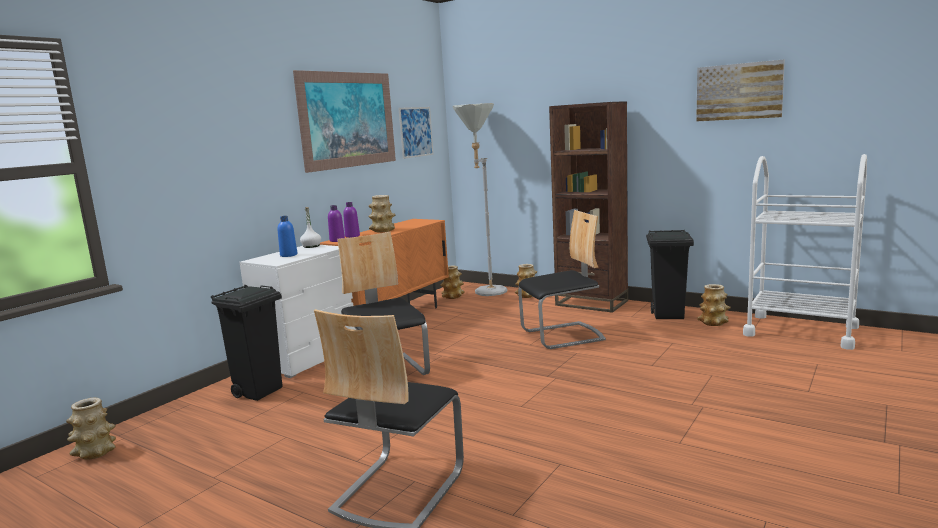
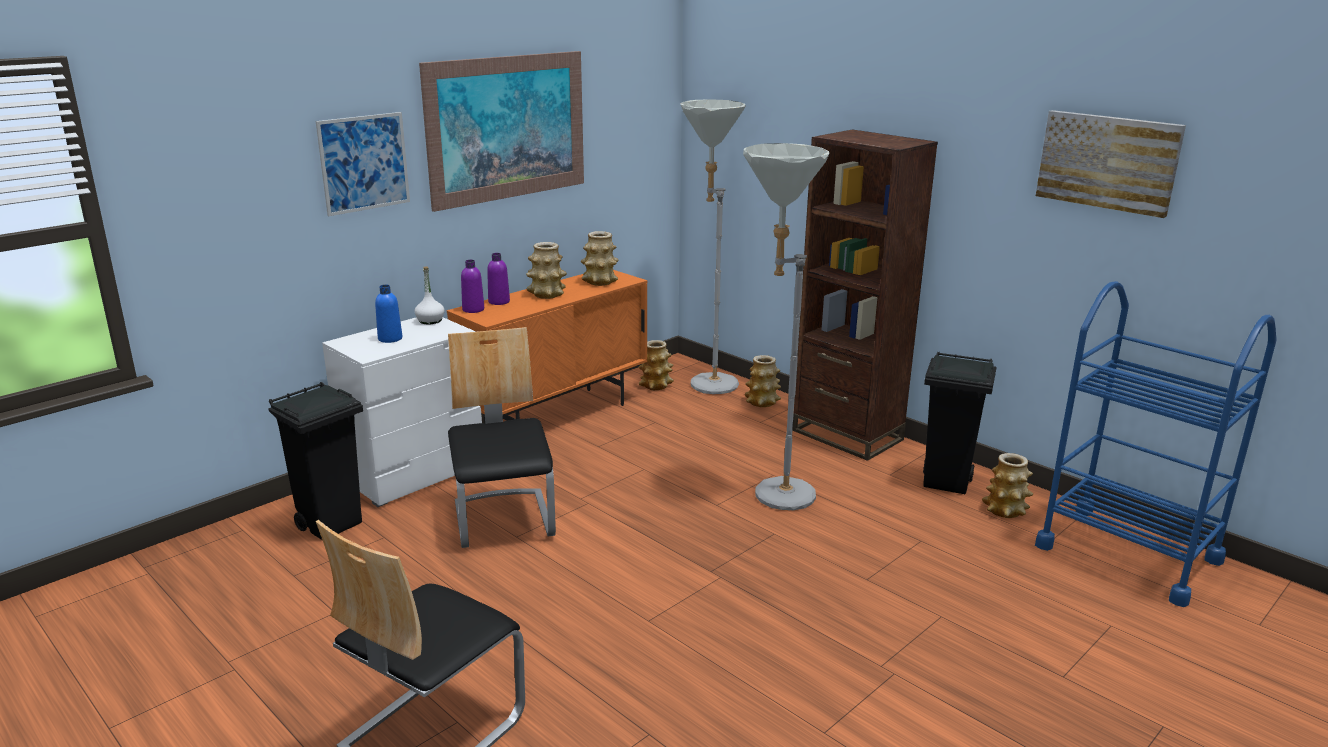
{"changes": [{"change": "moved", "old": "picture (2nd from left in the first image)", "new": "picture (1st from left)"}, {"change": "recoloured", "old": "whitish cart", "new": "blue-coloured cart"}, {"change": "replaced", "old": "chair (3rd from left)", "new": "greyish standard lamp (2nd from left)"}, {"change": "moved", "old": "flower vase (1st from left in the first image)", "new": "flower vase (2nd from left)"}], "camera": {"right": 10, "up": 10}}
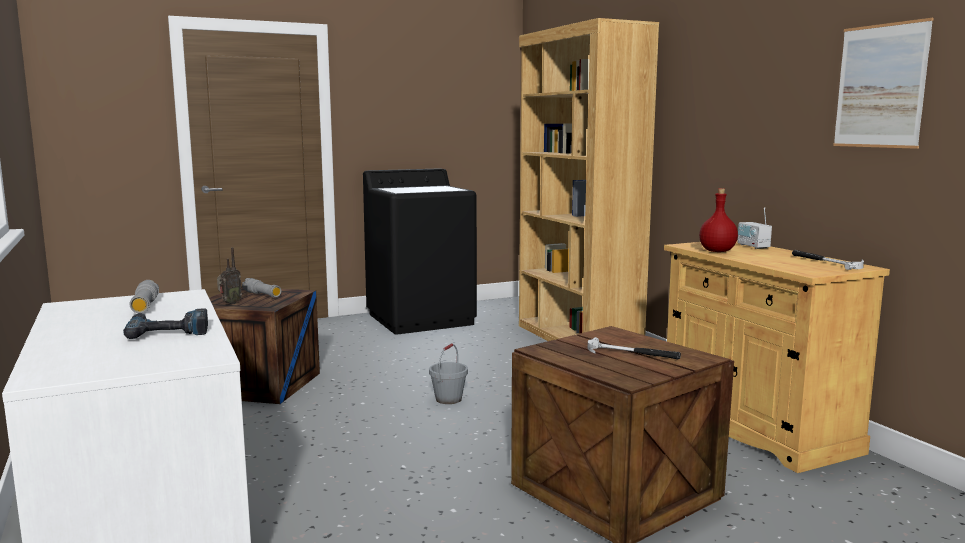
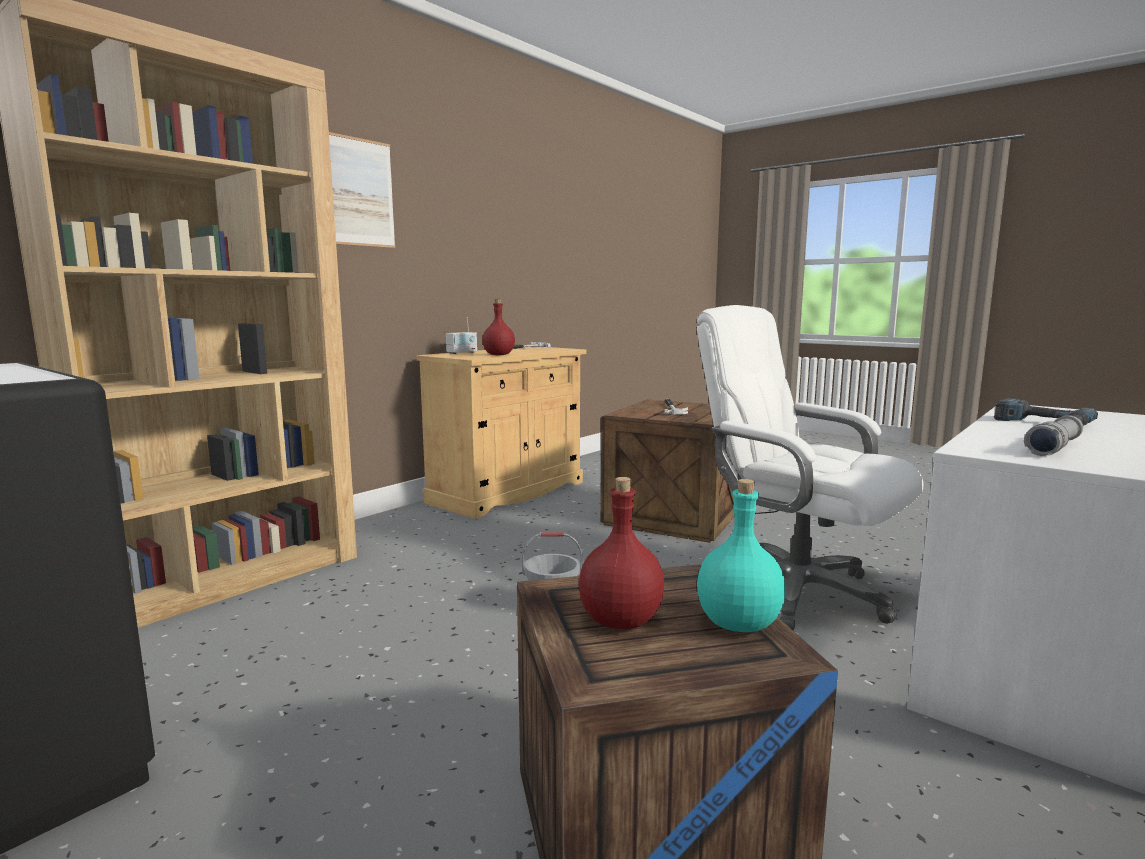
{"changes": [{"change": "moved", "old": "picture"}, {"change": "replaced", "old": "radio set (1st from left)", "new": "turquoise drink bottle"}, {"change": "replaced", "old": "greyish torch (2nd from left)", "new": "red drink bottle (2nd from left)"}, {"change": "added", "new": "whitish computer chair"}], "camera": {"right": -115, "up": 0}}
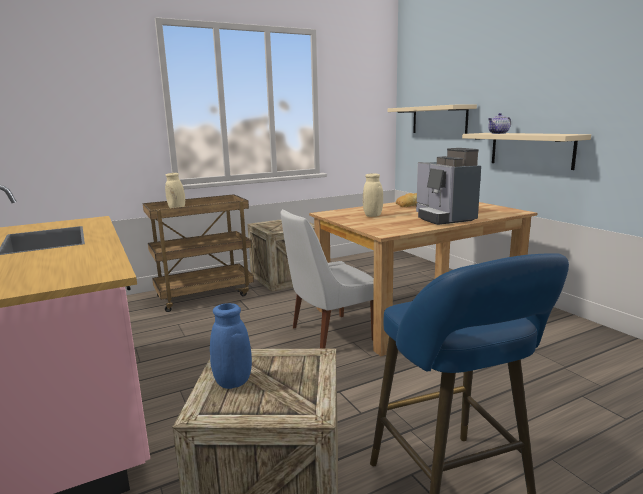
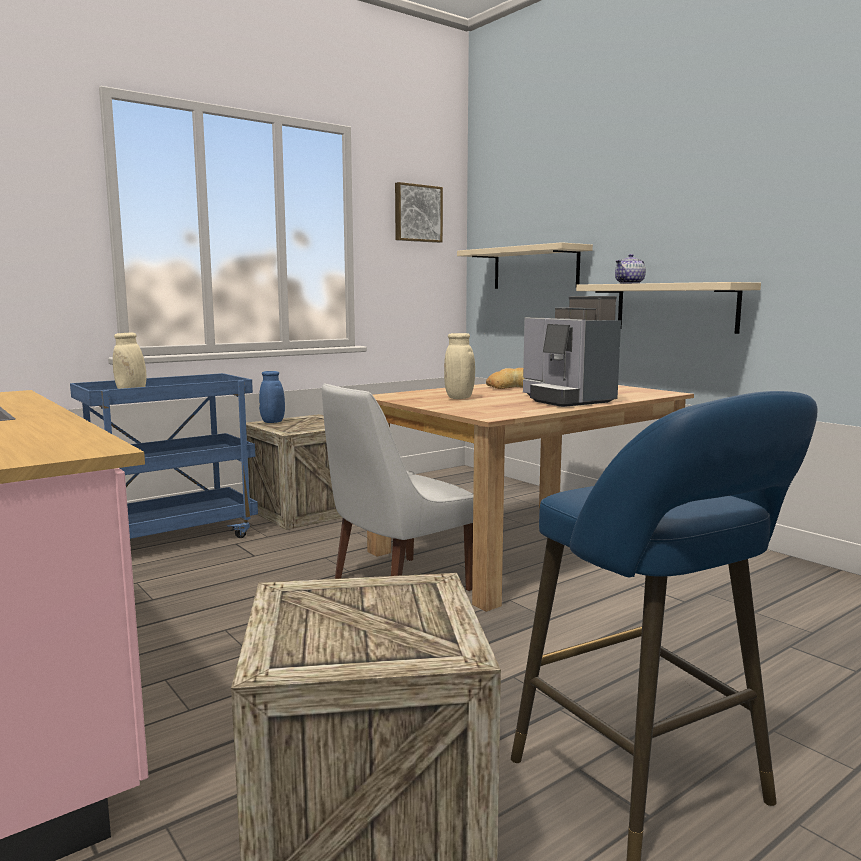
{"changes": [{"change": "recoloured", "old": "brownish cart", "new": "blue-coloured cart"}, {"change": "moved", "old": "blue-coloured flower vase"}, {"change": "added", "new": "picture"}], "camera": {"right": -10, "up": -5}}
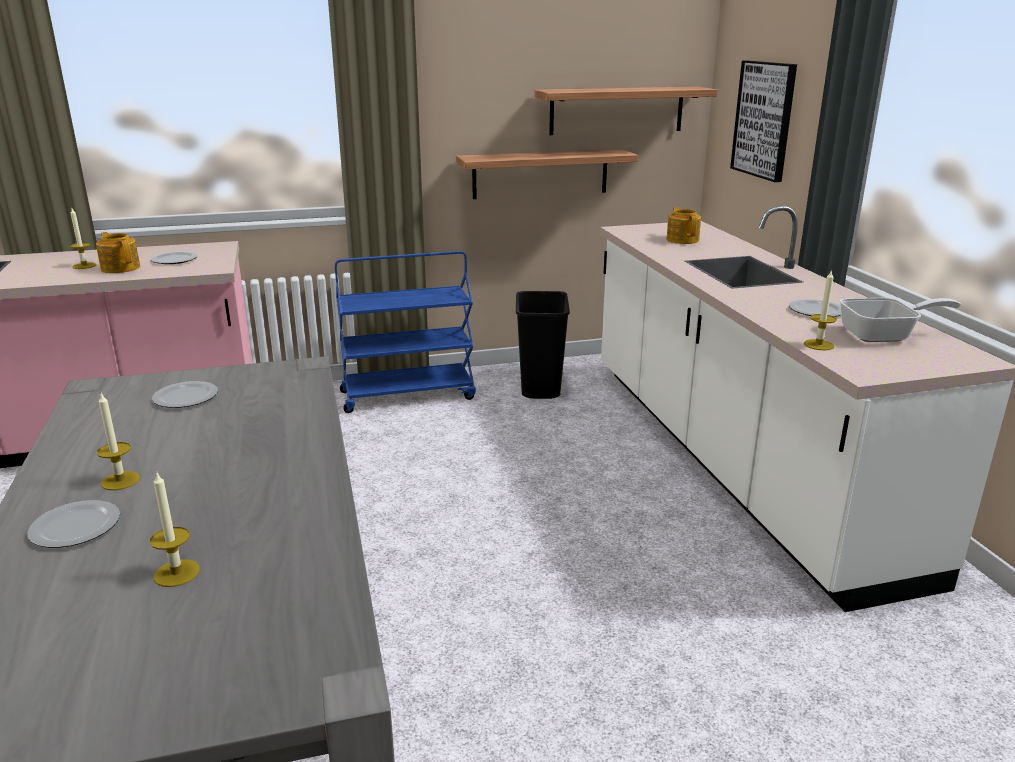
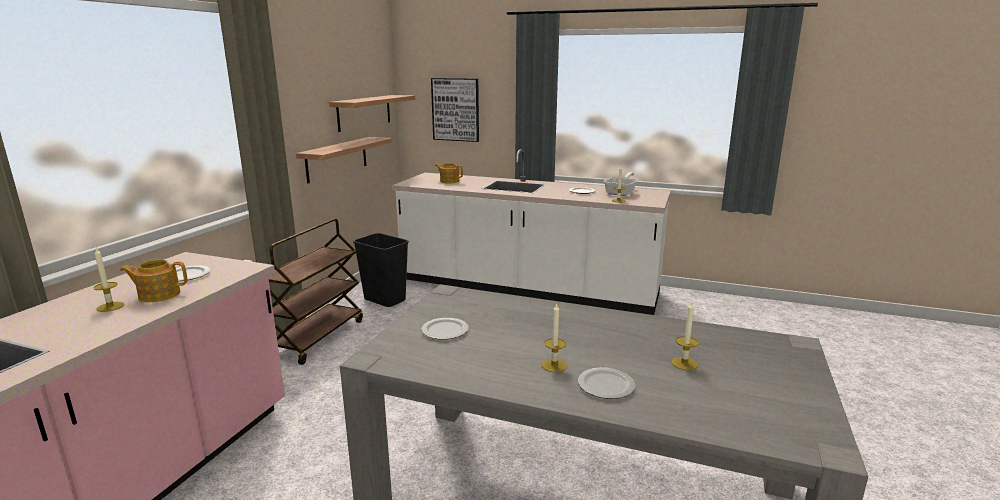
{"changes": [{"change": "recoloured", "old": "blue-coloured cart", "new": "brownish cart"}], "camera": {"right": -55, "up": -5}}
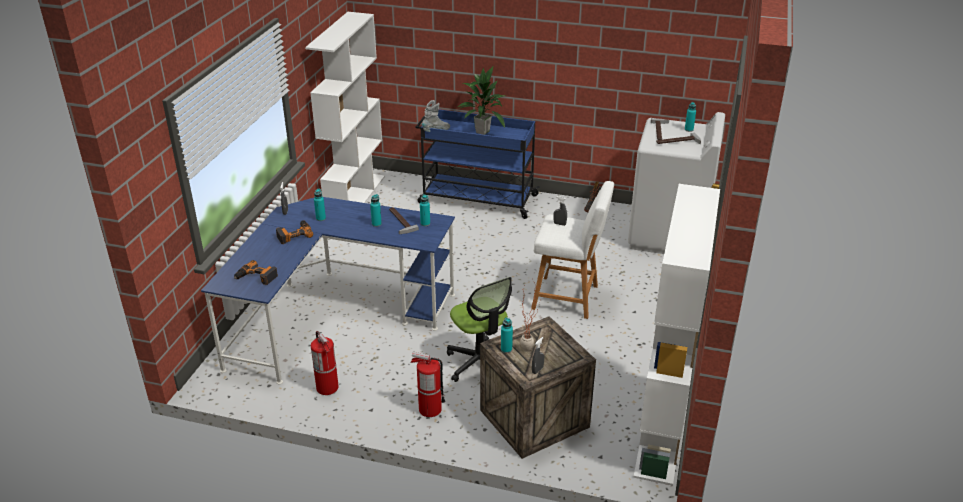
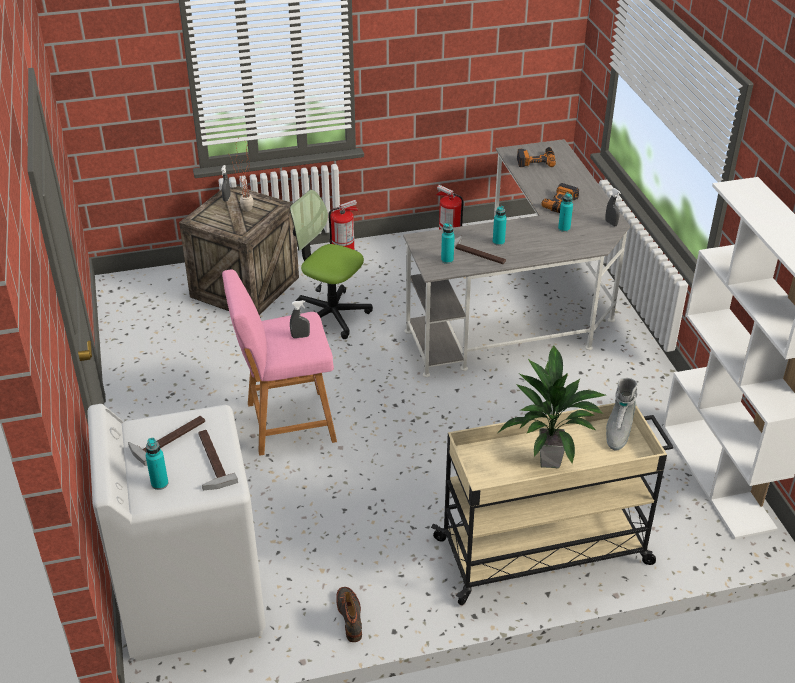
{"changes": [{"change": "recoloured", "old": "blue-coloured cart", "new": "sand-coloured cart"}, {"change": "recoloured", "old": "whitish stool seat", "new": "pink-coloured stool seat"}, {"change": "removed", "old": "whitish bookcase (2nd from left)"}, {"change": "recoloured", "old": "blue-coloured desk table", "new": "greyish desk table"}, {"change": "removed", "old": "turquoise drink bottle (4th from left)"}], "camera": {"right": 150, "up": 5}}
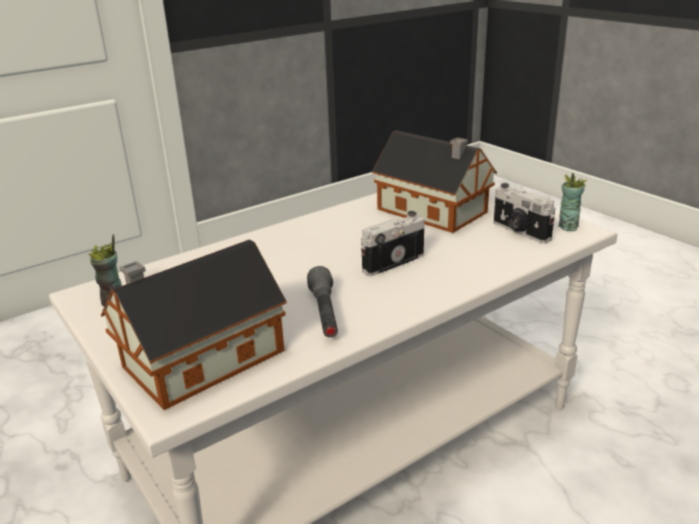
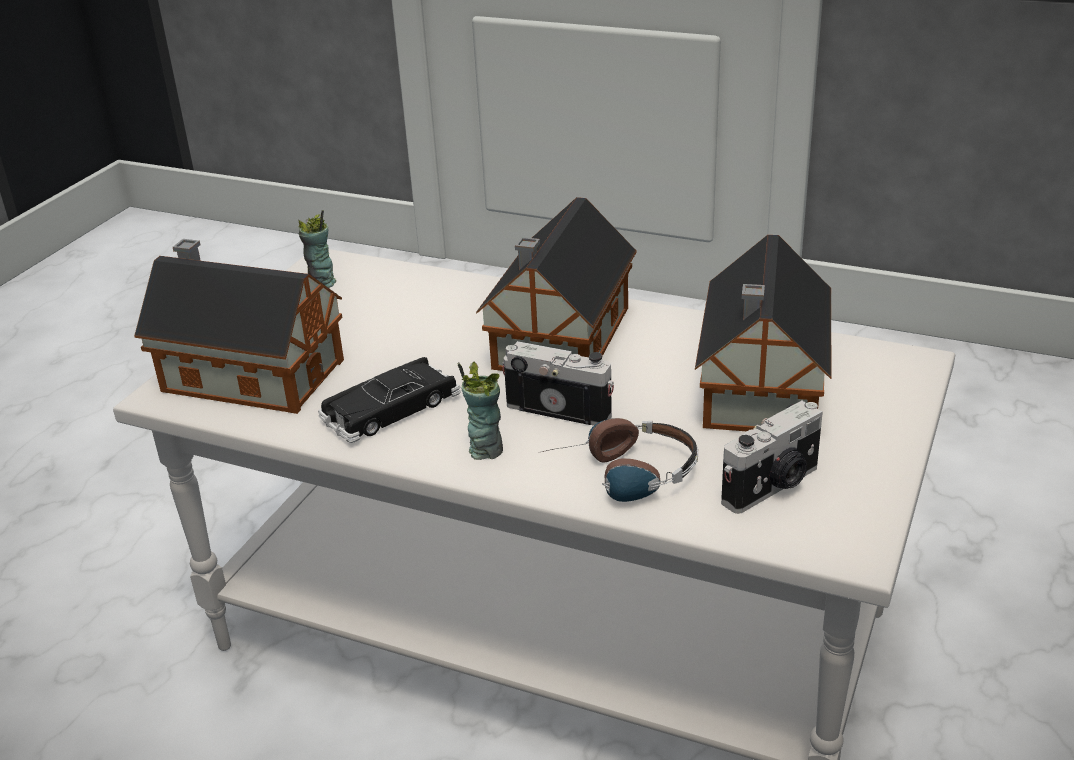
{"changes": [{"change": "moved", "old": "small cup (2nd from left)"}, {"change": "turned", "old": "photo camera (2nd from left)", "degrees": -150}, {"change": "replaced", "old": "greyish torch", "new": "black-coloured toy car"}, {"change": "added", "new": "toy house (2nd from left)"}, {"change": "added", "new": "headphones"}], "camera": {"right": 60, "up": 5}}
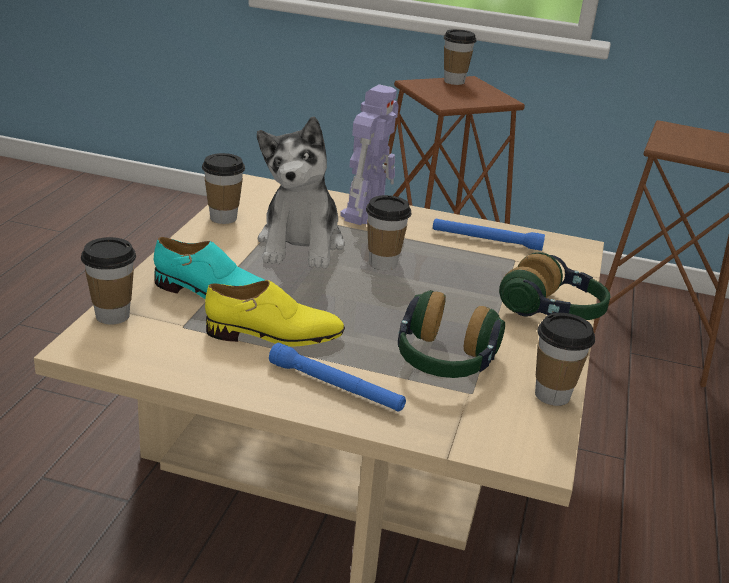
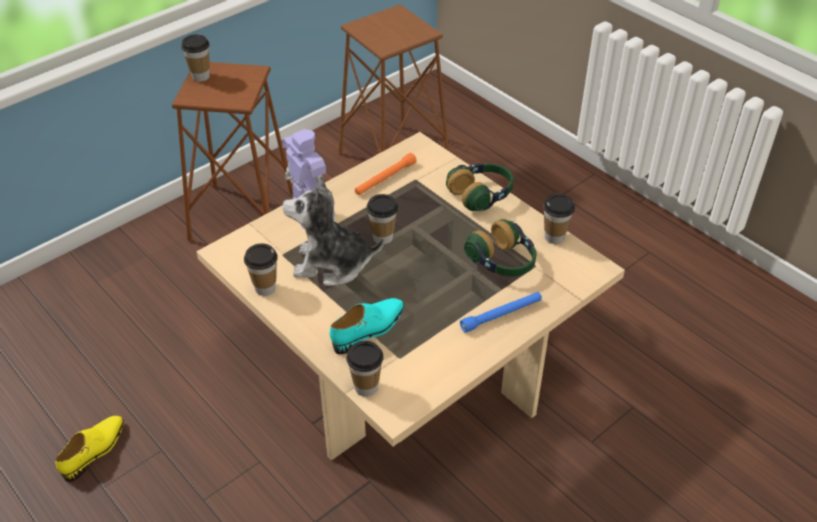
{"changes": [{"change": "turned", "old": "plush toy", "degrees": 150}, {"change": "recoloured", "old": "blue-coloured torch (2nd from left)", "new": "orange torch"}, {"change": "moved", "old": "yellow low shoe"}], "camera": {"right": -55, "up": 15}}
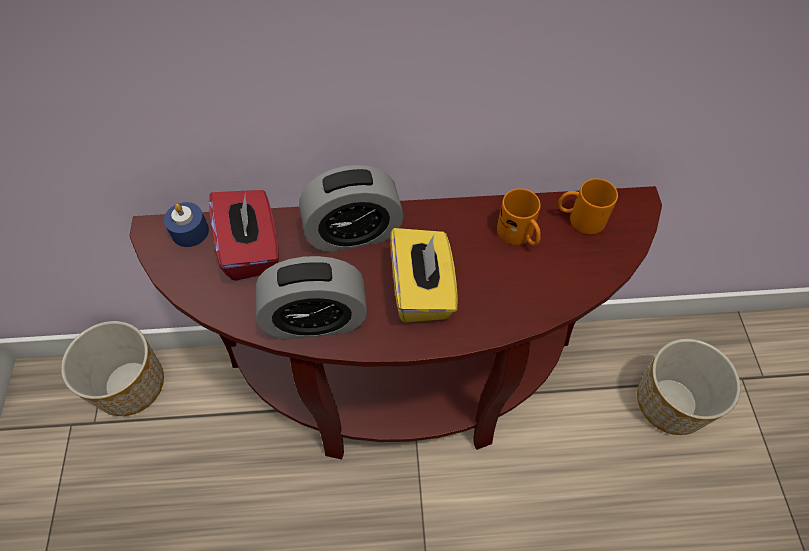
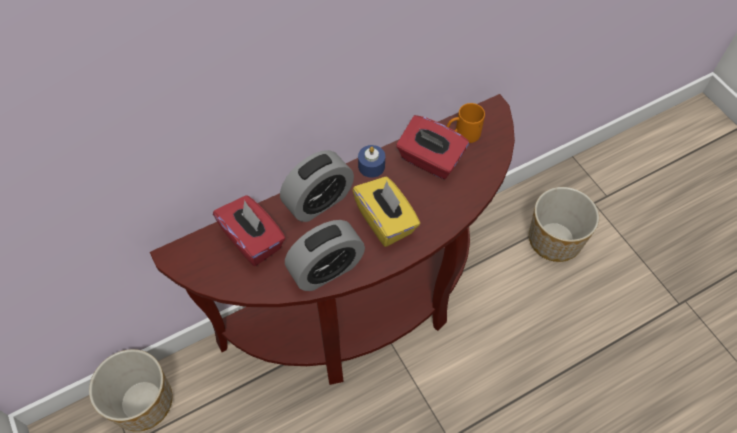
{"changes": [{"change": "replaced", "old": "orange coffee mug (1st from left)", "new": "red tissue holder (2nd from left)"}, {"change": "moved", "old": "blue-coloured wax light"}], "camera": {"right": -25, "up": 0}}
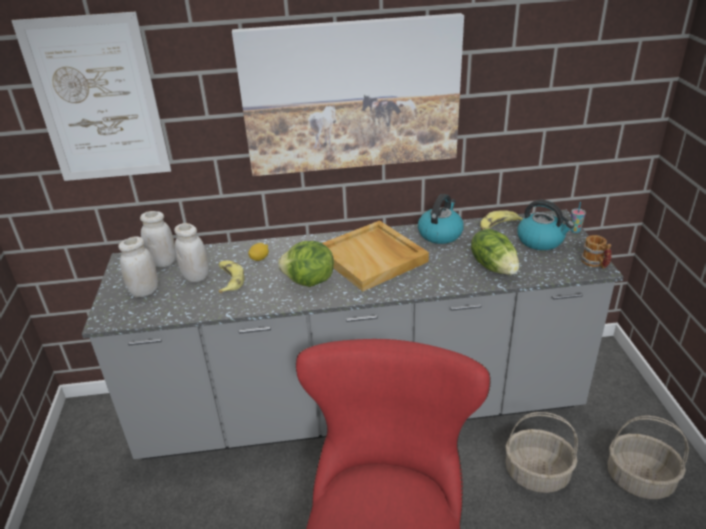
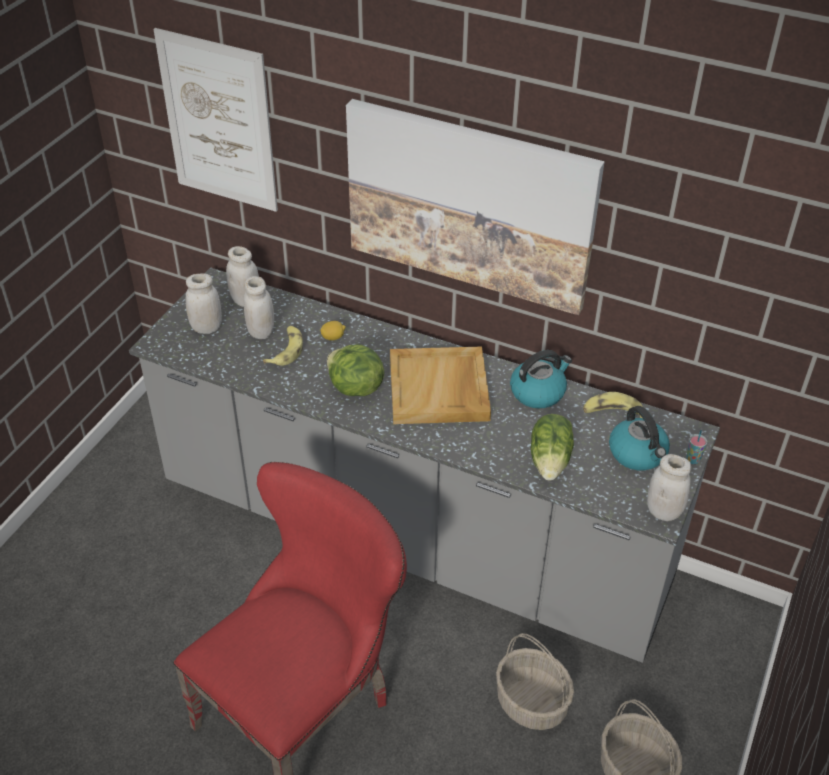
{"changes": [{"change": "replaced", "old": "coffee mug", "new": "whitish storage jar (4th from left)"}], "camera": {"right": 30, "up": 10}}
